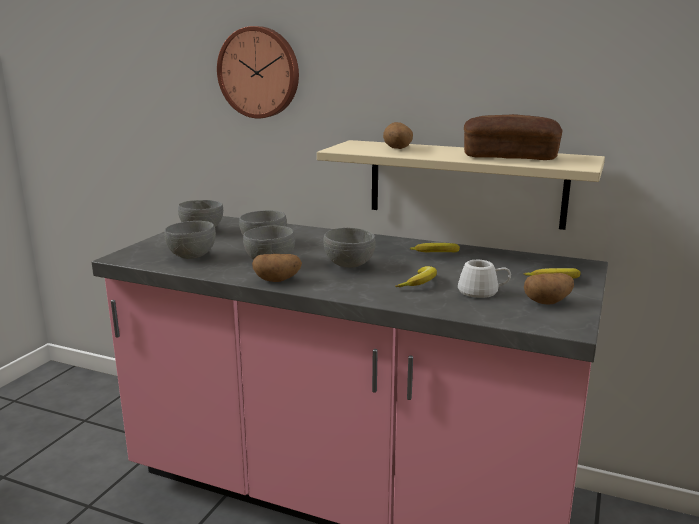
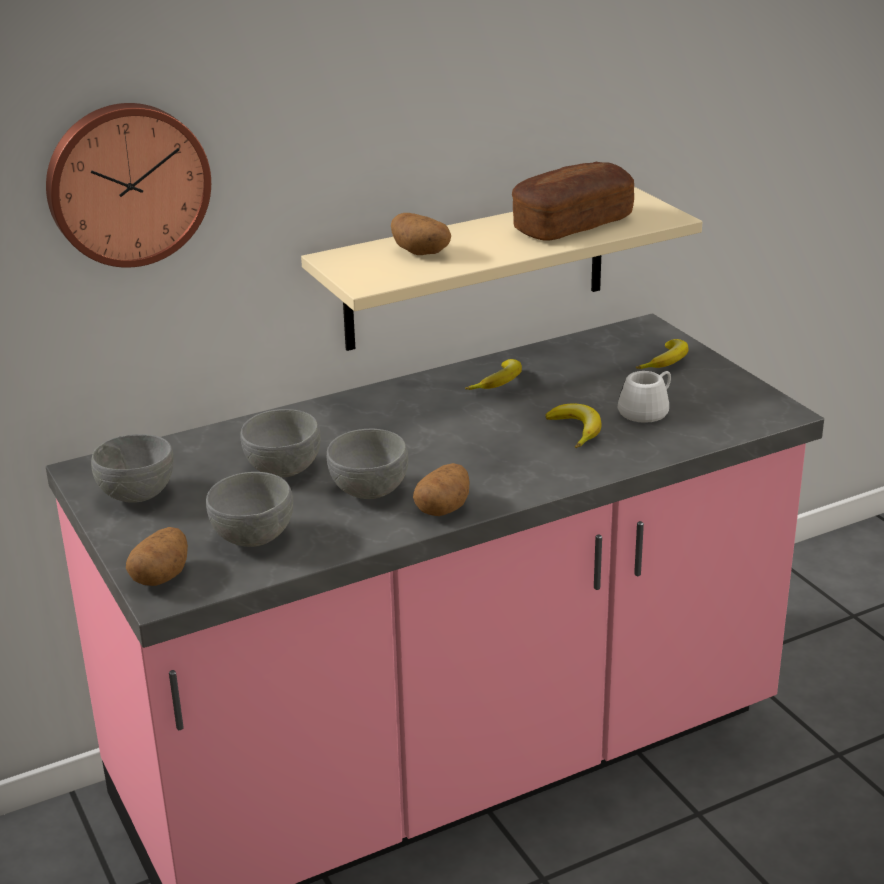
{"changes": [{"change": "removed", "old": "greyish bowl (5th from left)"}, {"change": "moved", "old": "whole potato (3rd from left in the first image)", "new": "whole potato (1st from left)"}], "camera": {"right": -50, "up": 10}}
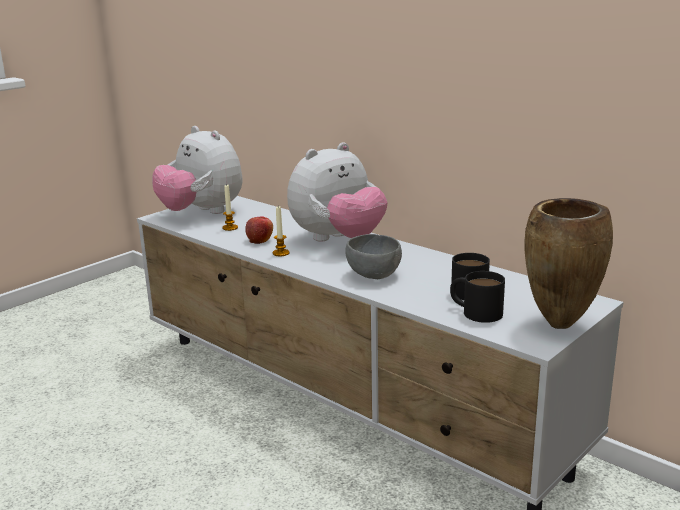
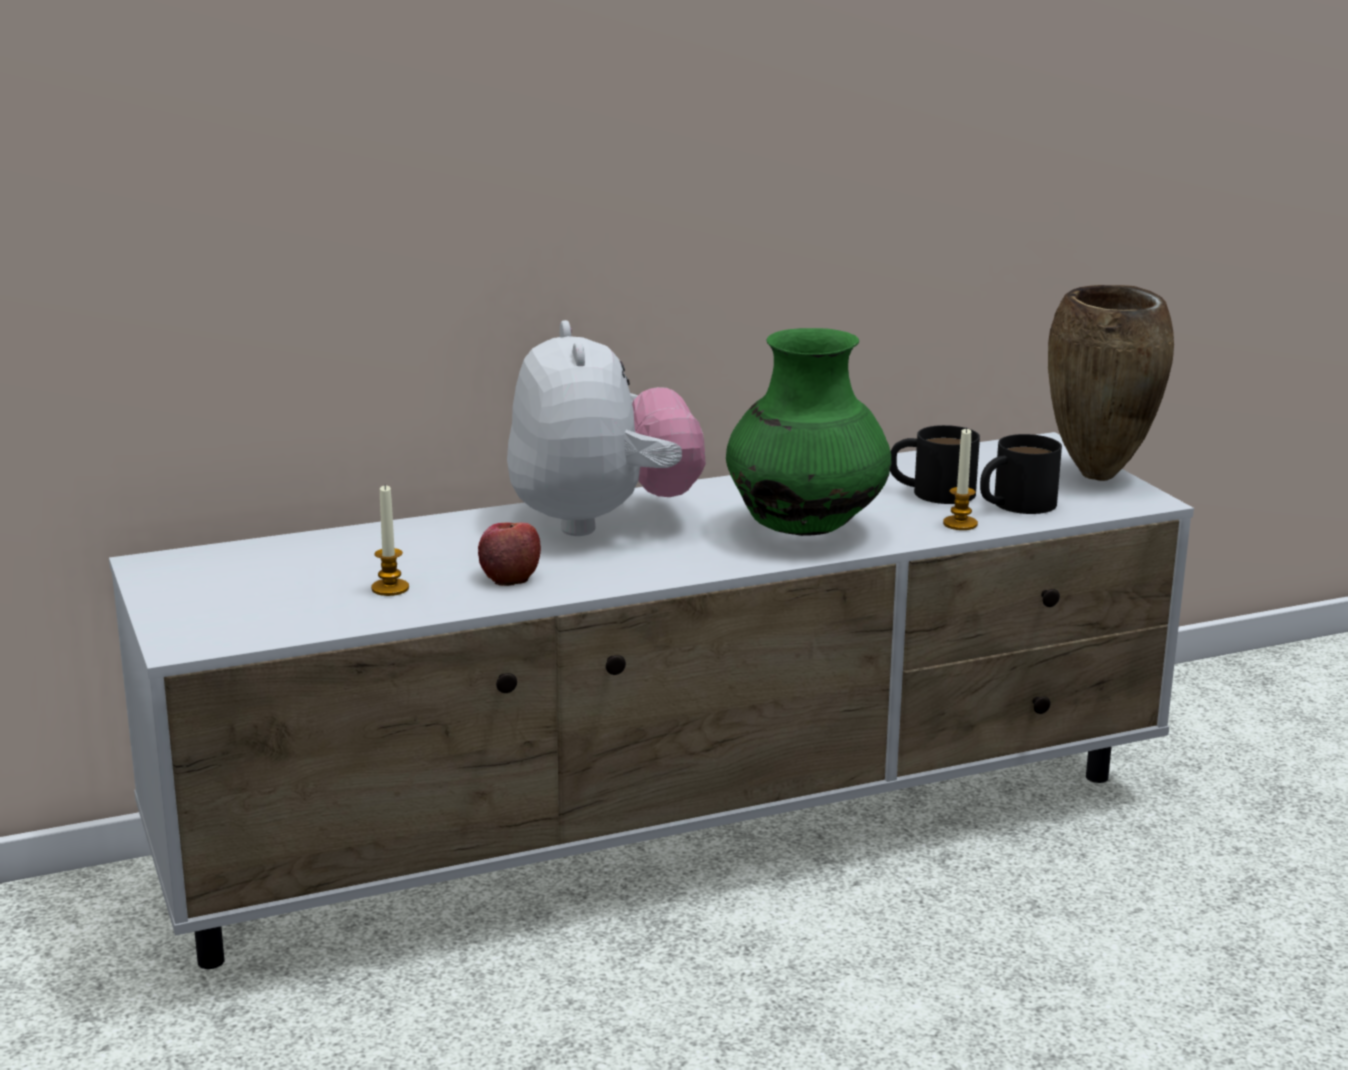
{"changes": [{"change": "removed", "old": "plush toy (1st from left)"}, {"change": "moved", "old": "wax light (2nd from left)"}, {"change": "replaced", "old": "greyish bowl", "new": "greenish flower vase"}], "camera": {"right": -65, "up": 0}}
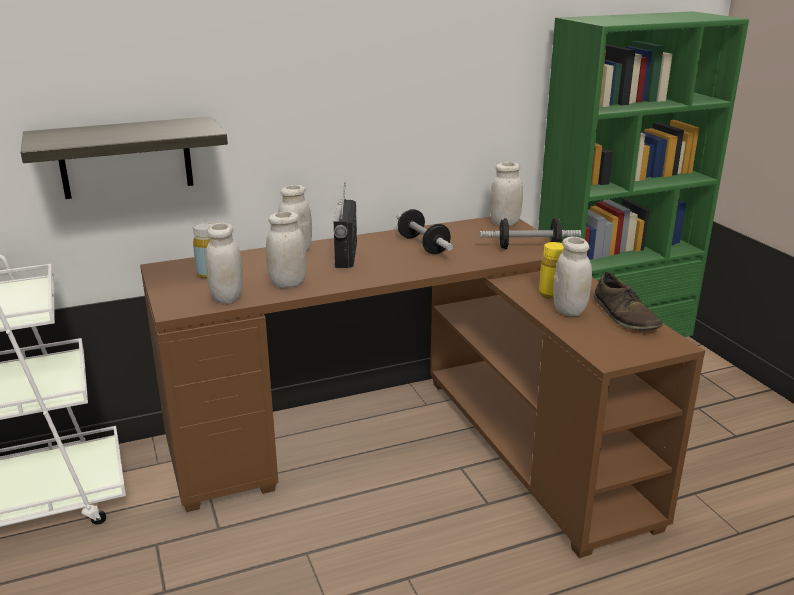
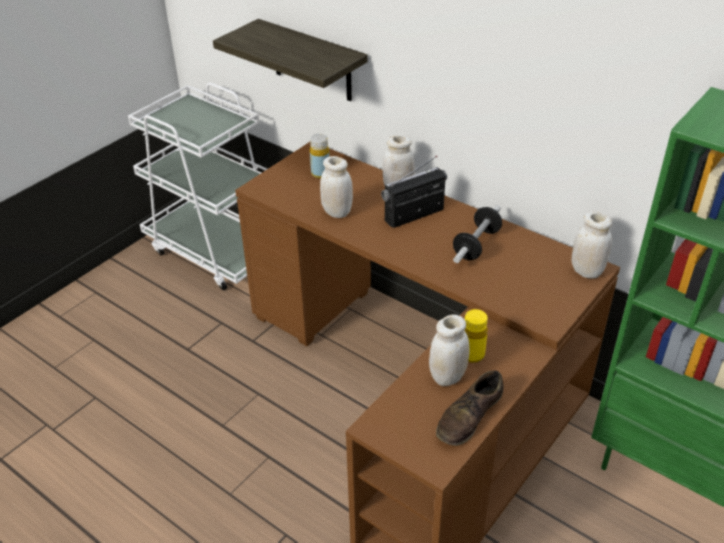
{"changes": [{"change": "removed", "old": "dumbbell (2nd from left)"}, {"change": "removed", "old": "whitish storage jar (1st from left)"}], "camera": {"right": 60, "up": 15}}
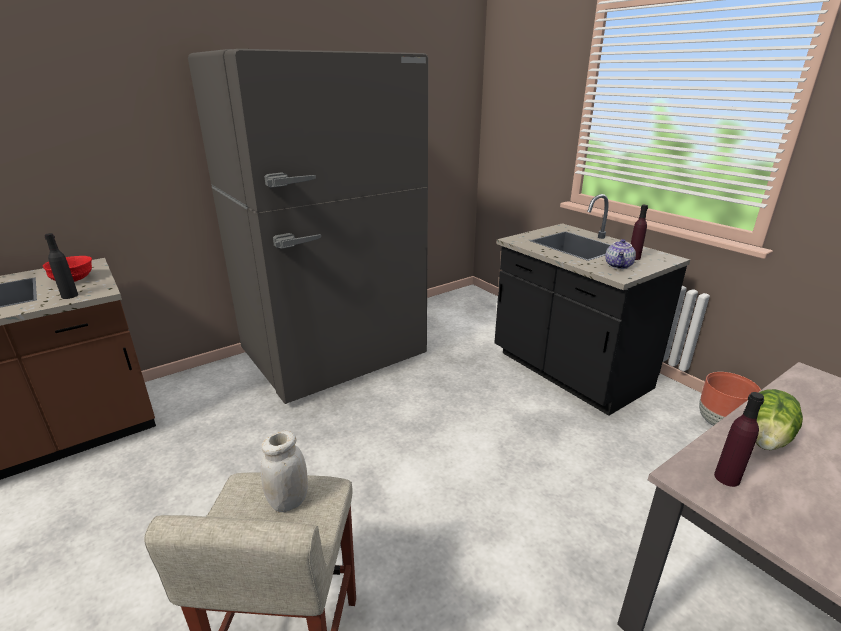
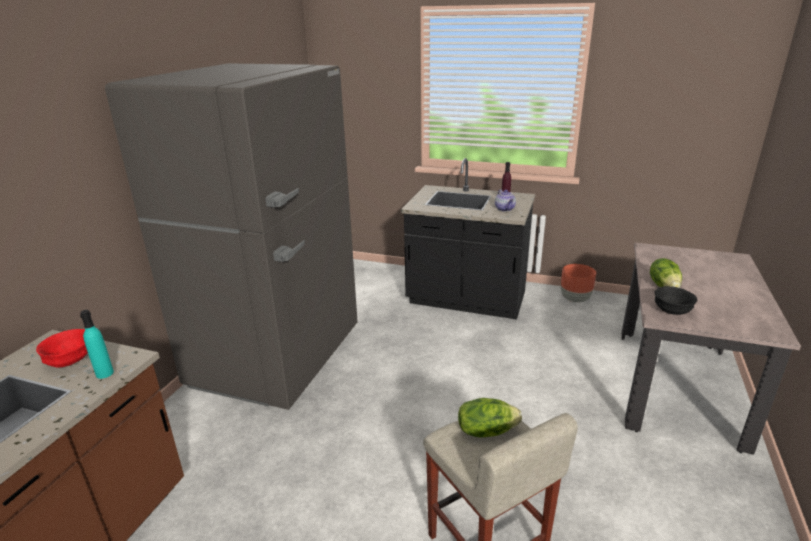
{"changes": [{"change": "recoloured", "old": "black-coloured drink bottle", "new": "turquoise drink bottle"}, {"change": "replaced", "old": "purplish drink bottle (2nd from left)", "new": "black-coloured bowl"}, {"change": "replaced", "old": "whitish storage jar", "new": "head of lettuce (1st from left)"}], "camera": {"right": -35, "up": 0}}
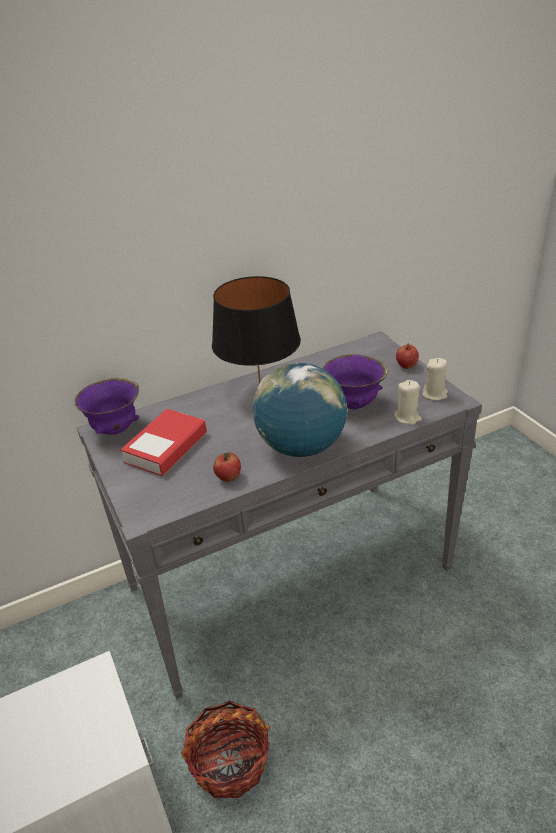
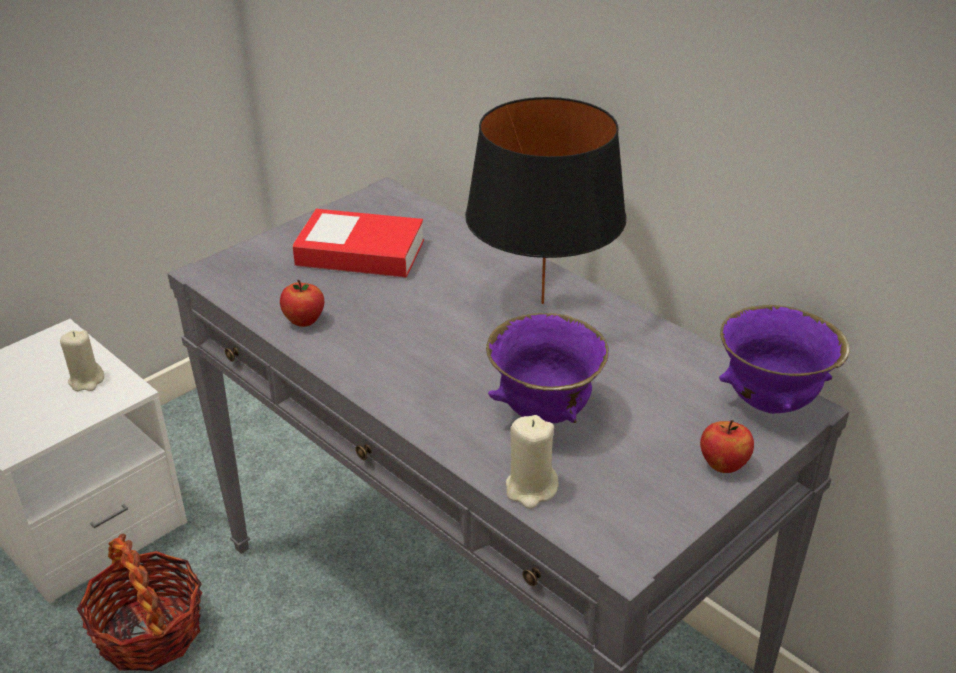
{"changes": [{"change": "moved", "old": "sand-coloured wax light (2nd from left in the first image)", "new": "sand-coloured wax light (1st from left)"}, {"change": "removed", "old": "globe"}, {"change": "moved", "old": "purplish bowl (1st from left in the first image)", "new": "purplish bowl (2nd from left)"}], "camera": {"right": 70, "up": 0}}
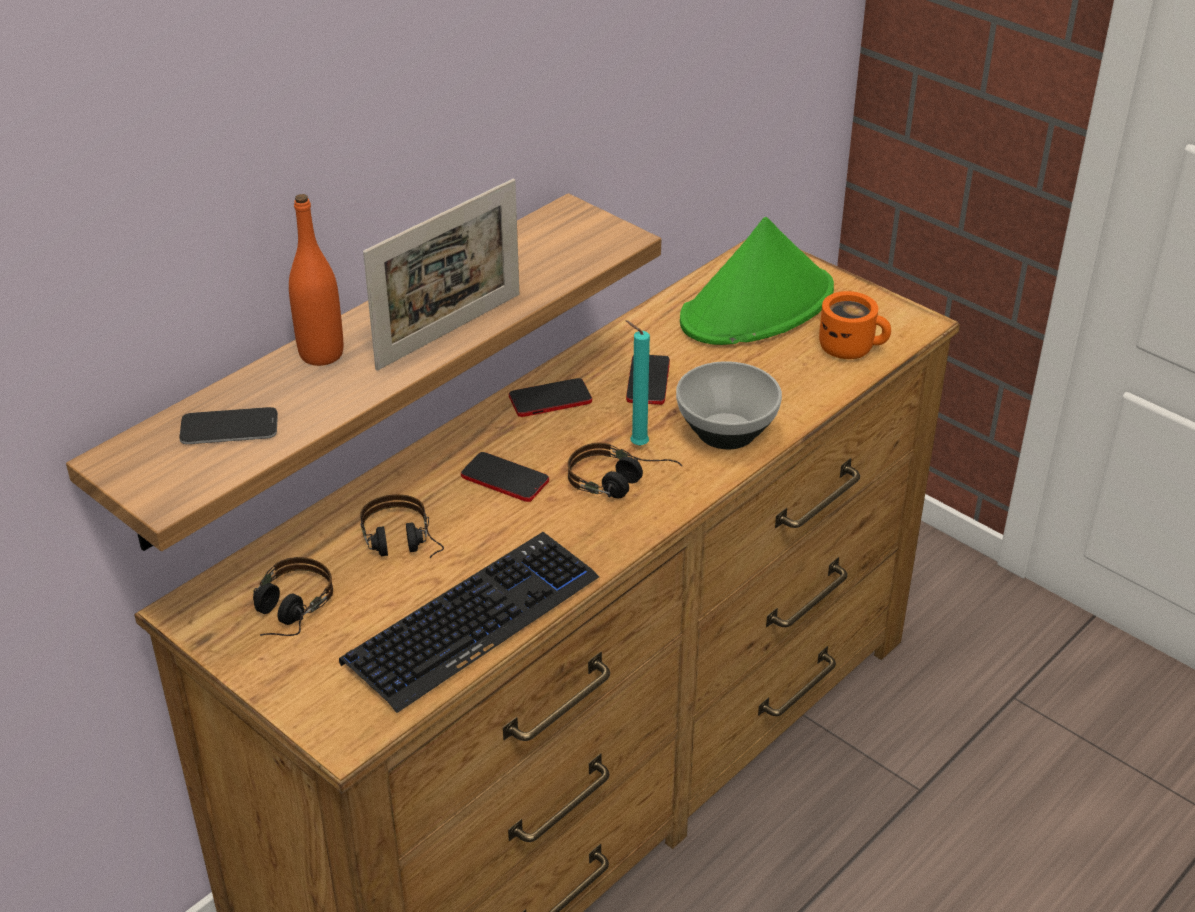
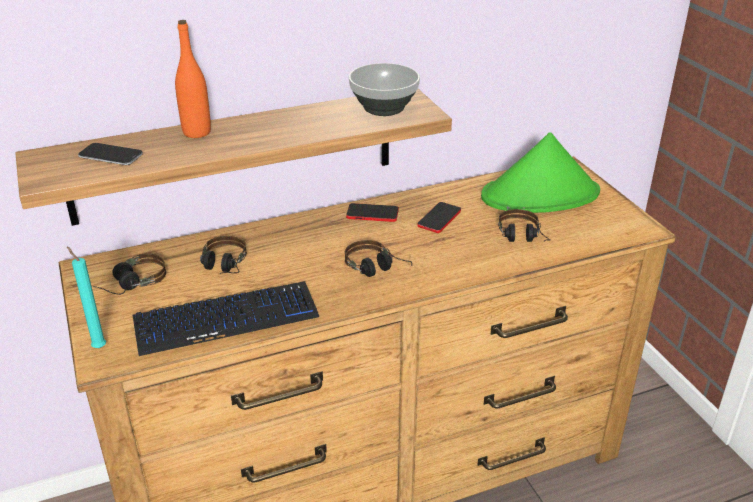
{"changes": [{"change": "removed", "old": "picture frame"}, {"change": "removed", "old": "orange coffee mug"}, {"change": "moved", "old": "turquoise wax light"}, {"change": "moved", "old": "bowl"}, {"change": "removed", "old": "phone (2nd from left)"}, {"change": "added", "new": "headphones (4th from left)"}], "camera": {"right": 25, "up": -5}}
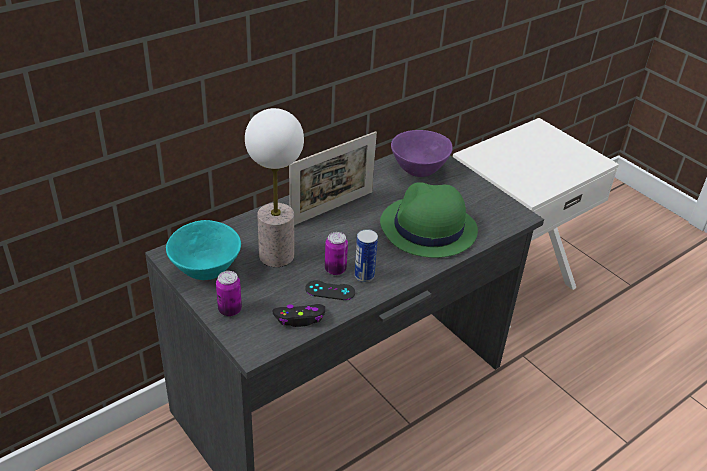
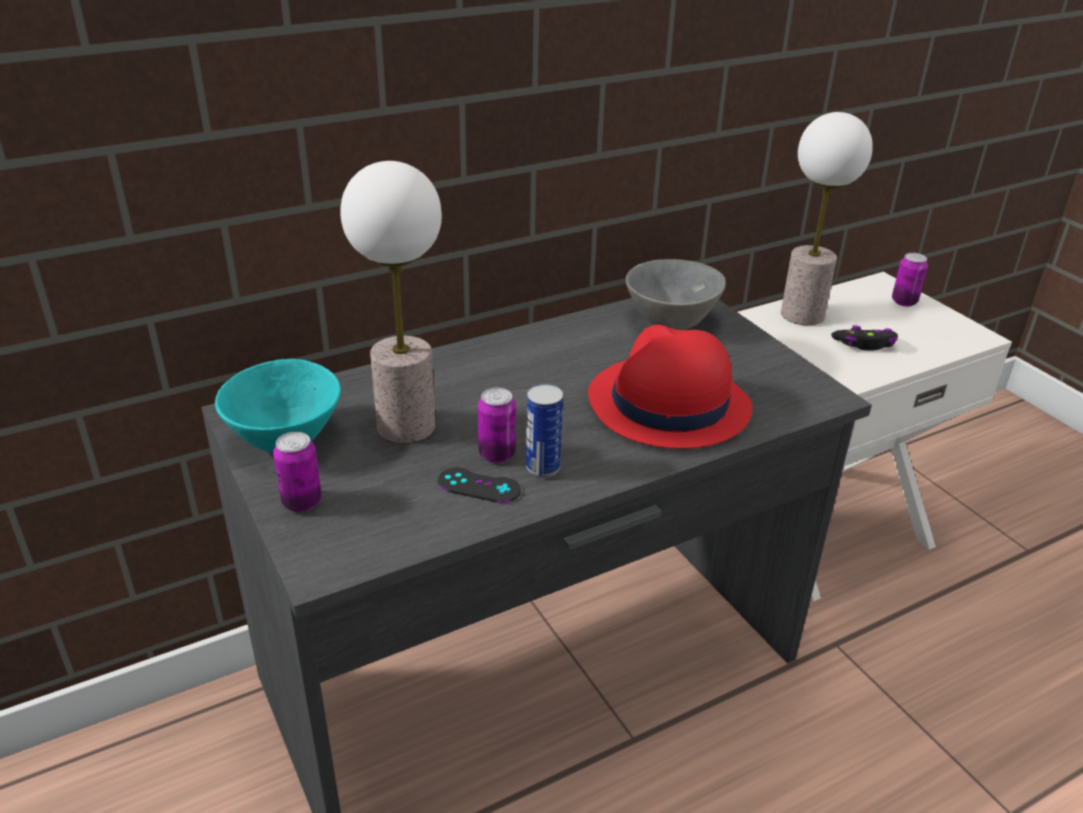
{"changes": [{"change": "recoloured", "old": "purplish bowl", "new": "greyish bowl"}, {"change": "removed", "old": "picture frame"}, {"change": "recoloured", "old": "greenish wearable hat", "new": "red wearable hat"}, {"change": "moved", "old": "black-coloured gamepad (1st from left in the first image)", "new": "black-coloured gamepad (2nd from left)"}, {"change": "added", "new": "lamp for a table (2nd from left)"}, {"change": "added", "new": "sealed can (4th from left)"}], "camera": {"right": 10, "up": -5}}
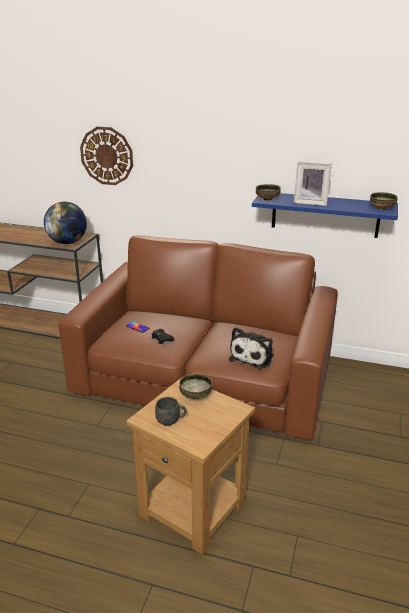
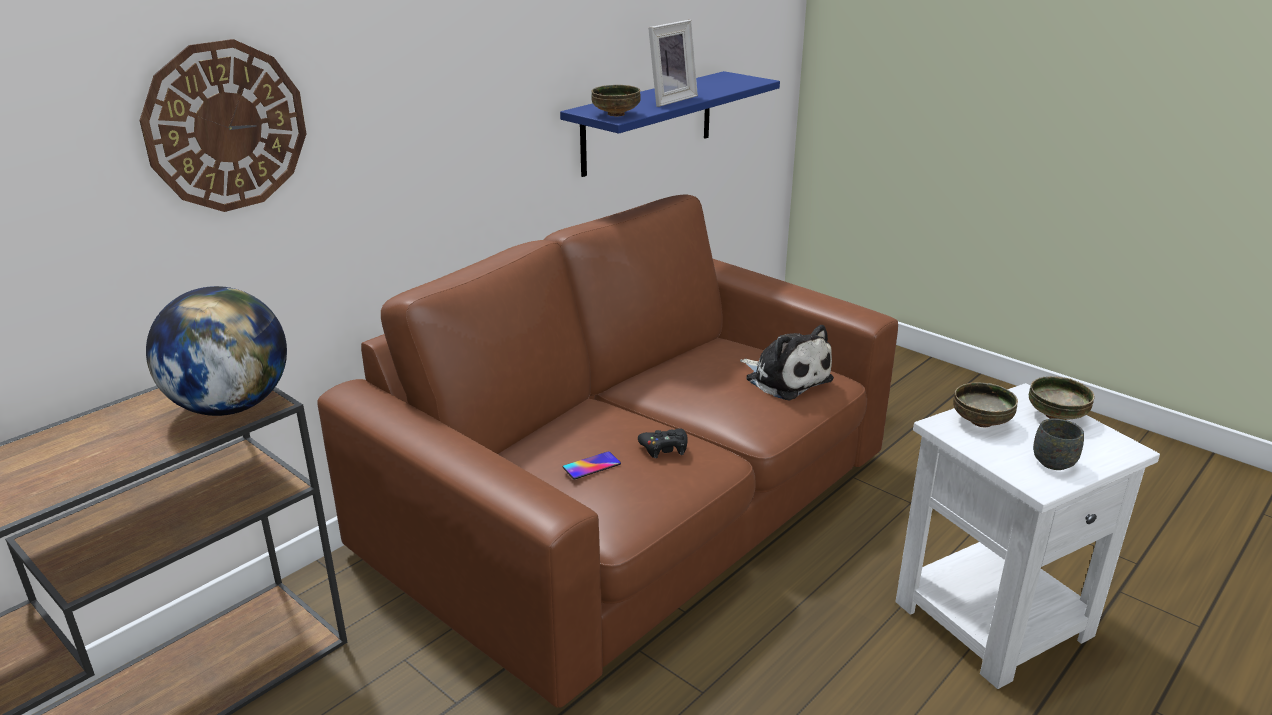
{"changes": [{"change": "moved", "old": "bowl (3rd from left)"}, {"change": "recoloured", "old": "brownish end table", "new": "whitish end table"}], "camera": {"right": -65, "up": 0}}
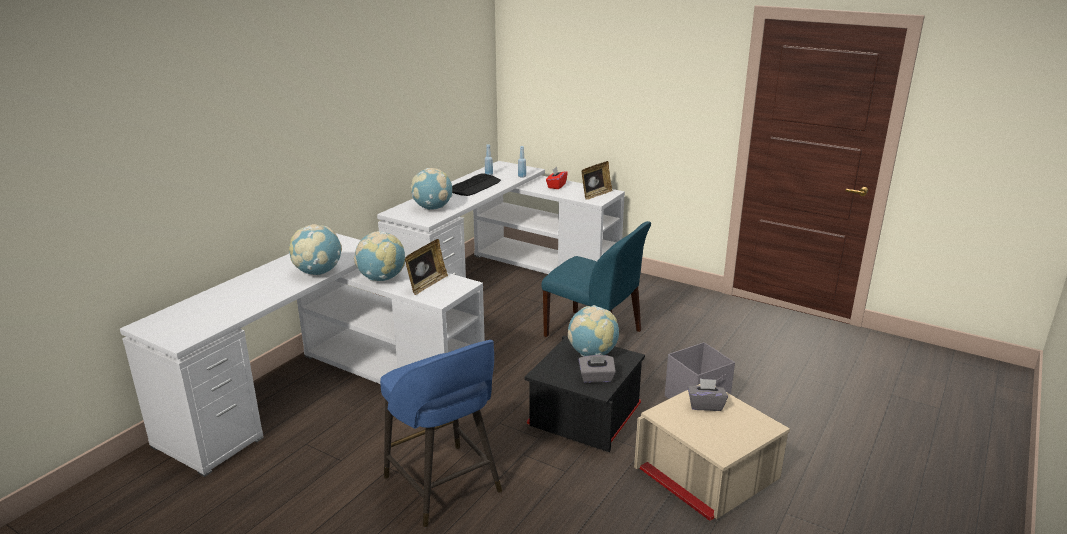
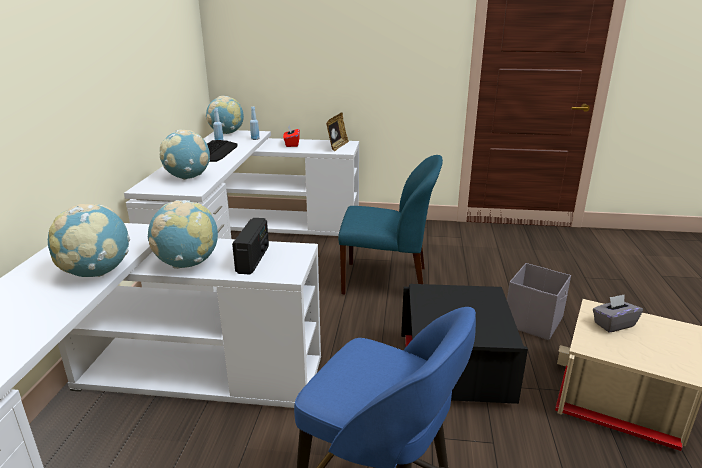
{"changes": [{"change": "replaced", "old": "picture frame (1st from left)", "new": "radio set"}, {"change": "moved", "old": "globe (4th from left)"}, {"change": "removed", "old": "greyish tissue holder (1st from left)"}], "camera": {"right": -25, "up": 0}}
